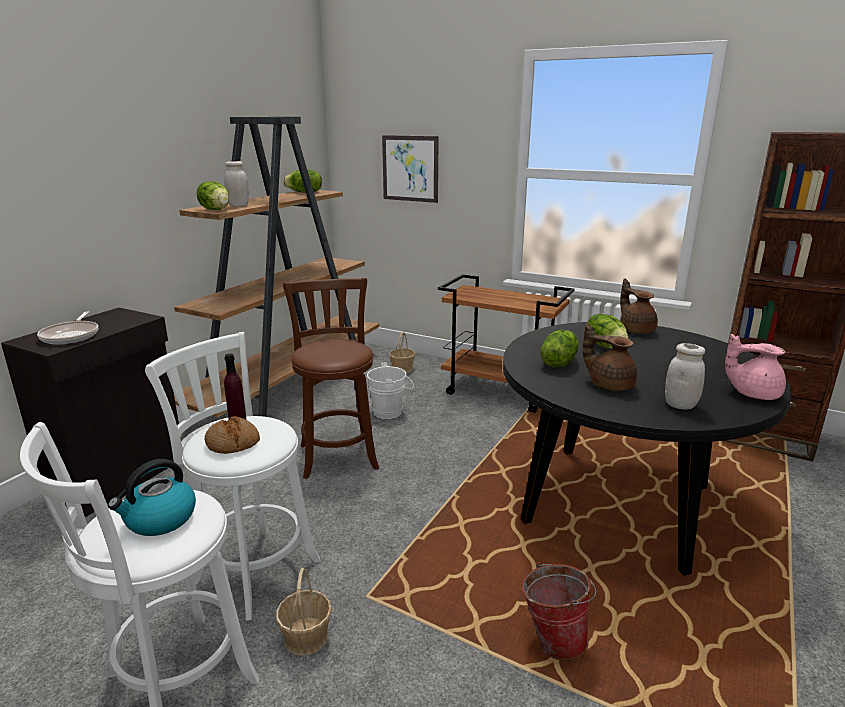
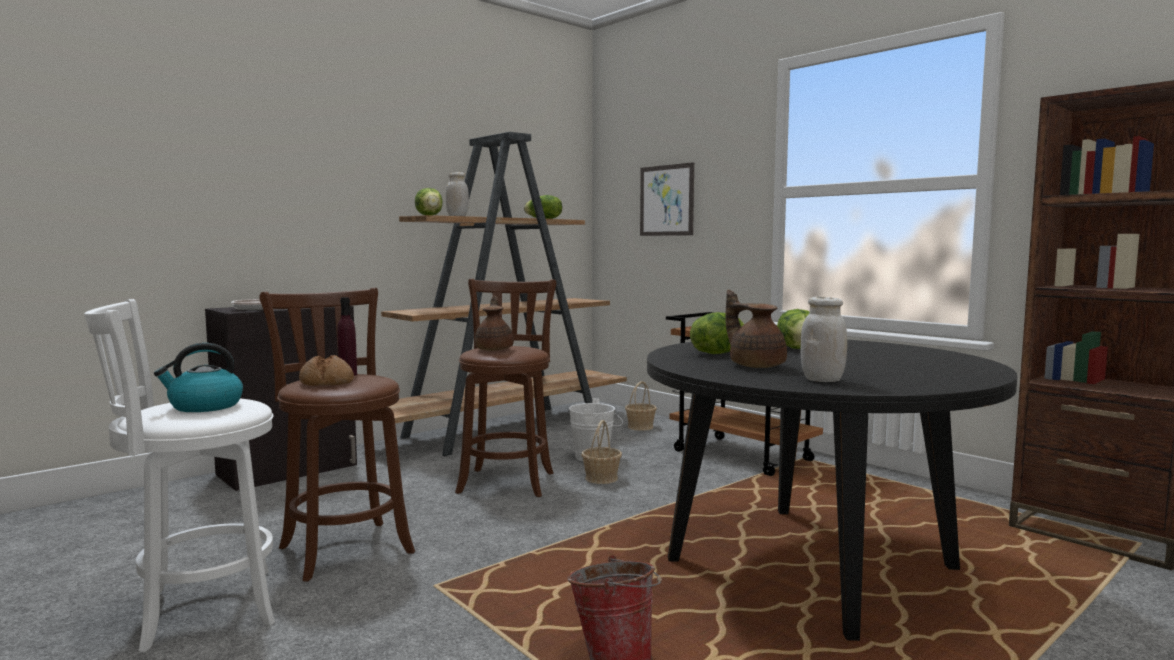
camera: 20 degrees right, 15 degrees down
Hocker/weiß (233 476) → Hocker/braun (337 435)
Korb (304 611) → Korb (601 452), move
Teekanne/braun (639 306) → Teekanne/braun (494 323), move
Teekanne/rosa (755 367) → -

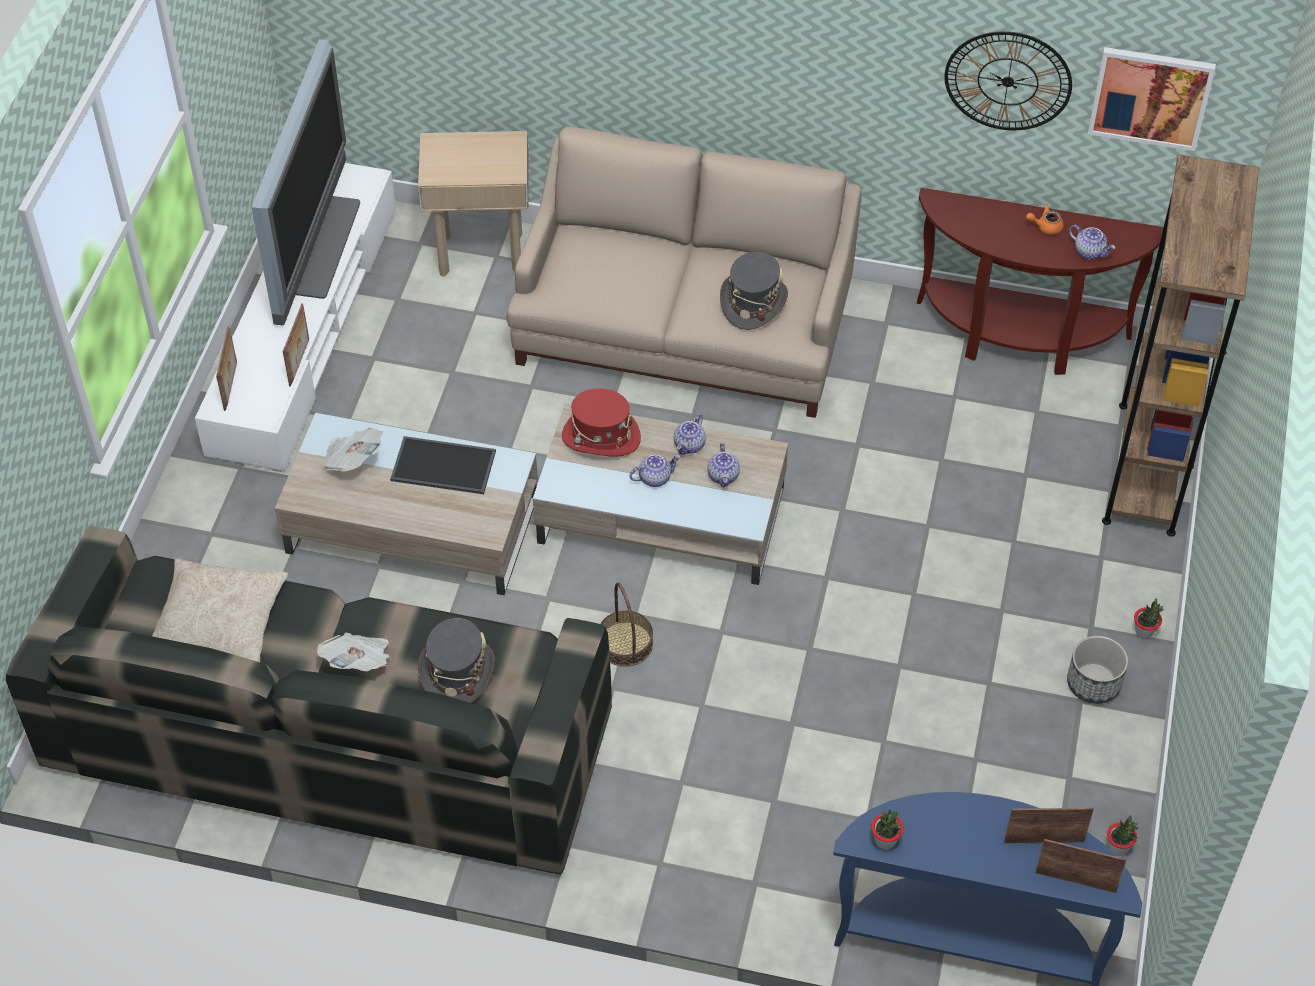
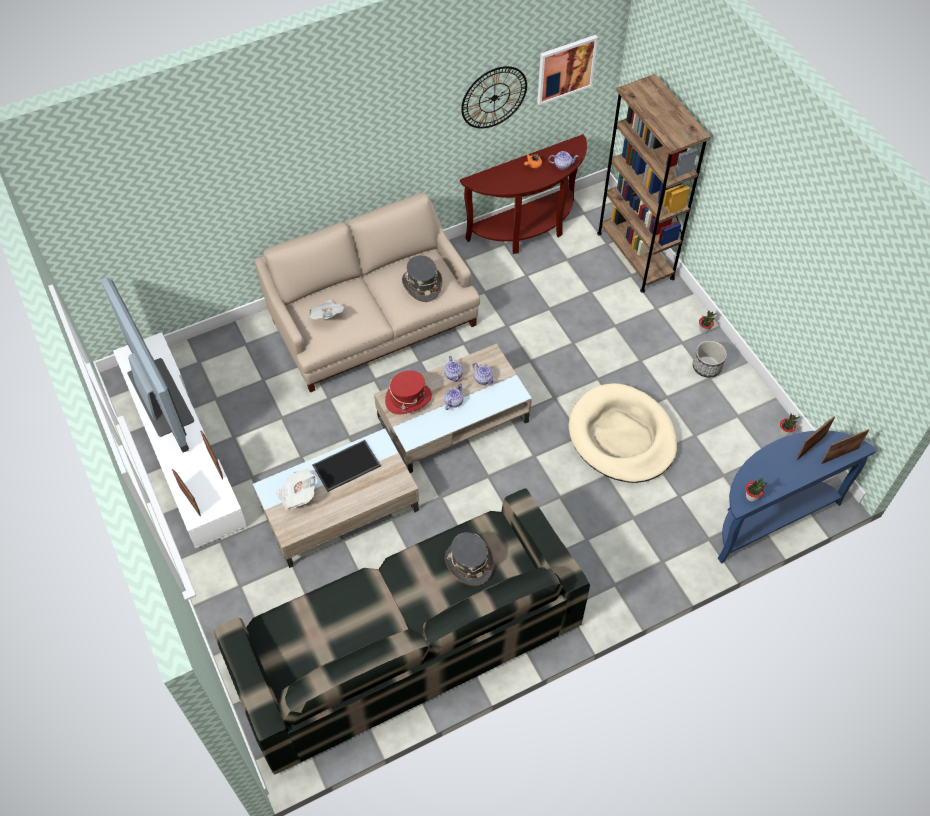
camera: 40 degrees left, 5 degrees up
Kissen/beige (220 610) → -
Zeitung (353 652) → Zeitung (326 309), move
Beistelltisch/beige (473 203) → -
Korb (626 625) → -
- → Hundebett/beige (623 433)

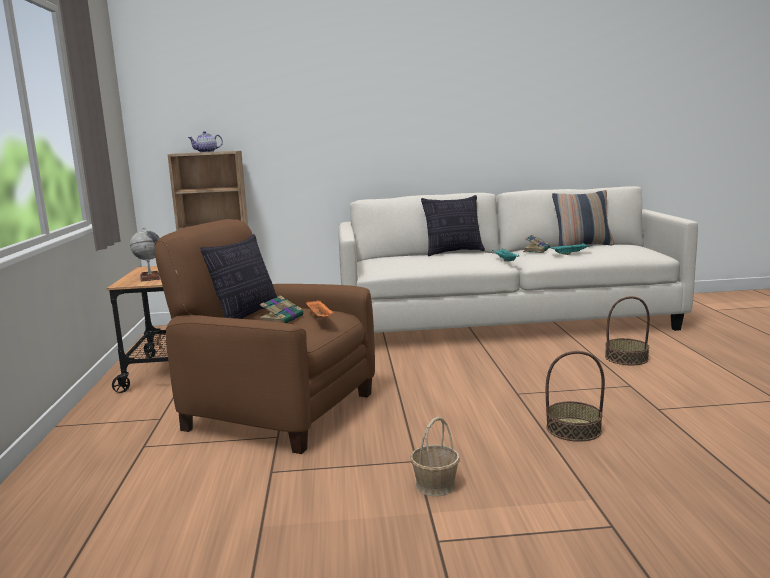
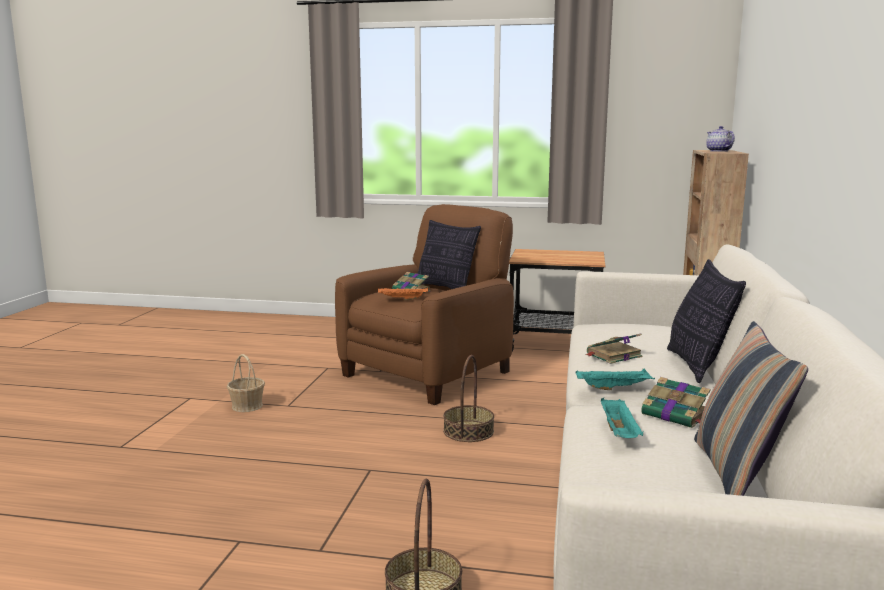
camera: 105 degrees right, 0 degrees up
Globus (145 254) → -
Korb (575 396) → Korb (468 398), move
- → Buch (613 349)

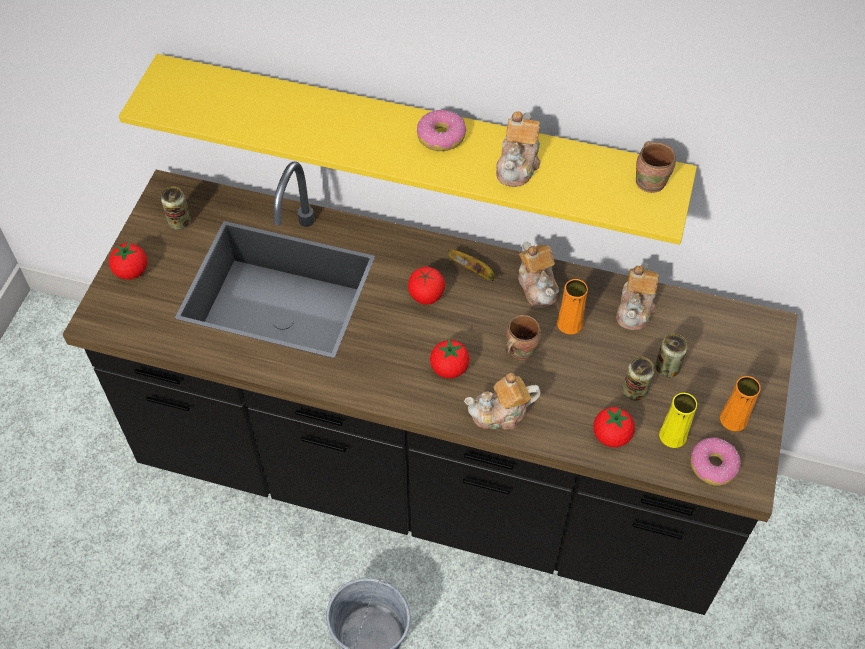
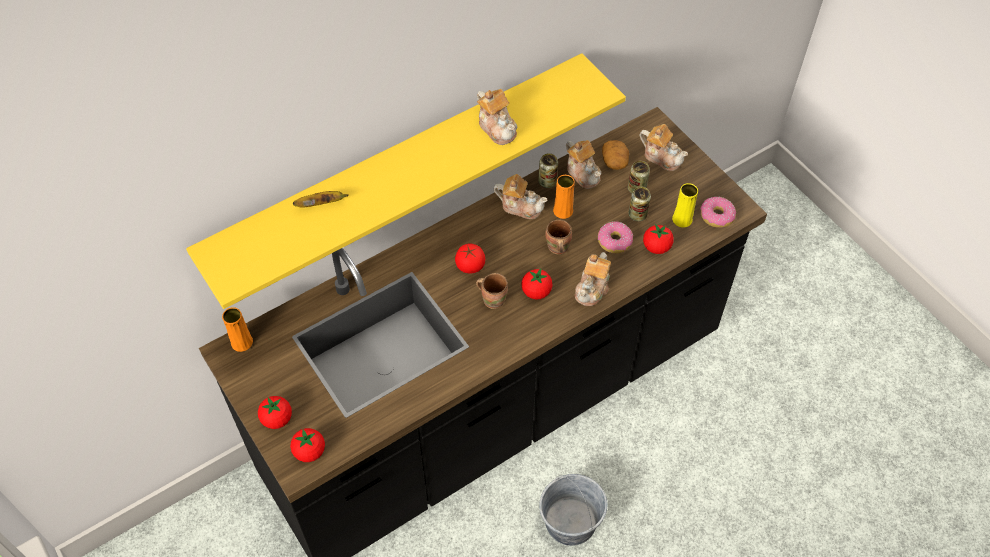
camera: 50 degrees left, 0 degrees up
Dose (176 208) → Dose (548 170), move
Donut (441 130) → Donut (615 237), move
Banane (471 265) → Banane (321 199), move
Henkelbecher/braun (656 167) → Henkelbecher/braun (492 291), move
Vase/orange (740 403) → Vase/orange (237 329), move
- → Tomate (307 445)
- → Kartoffel (615 155)
- → Teekanne (664 147)

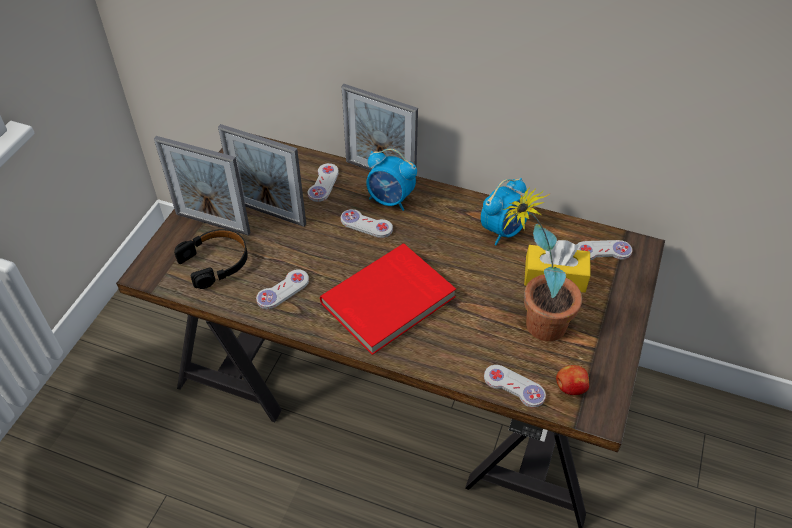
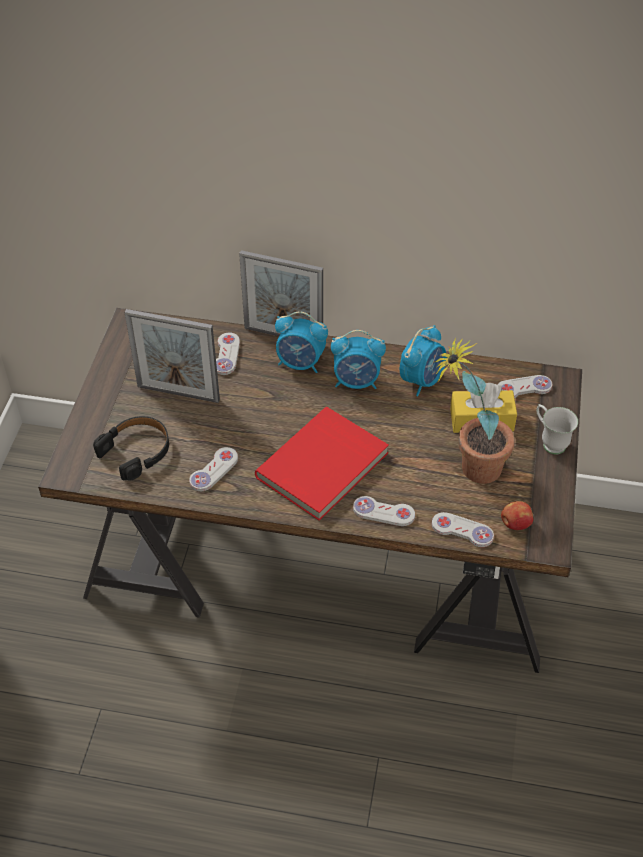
camera: 10 degrees left, 0 degrees up
Bilderrahmen (202 186) → -
Gamepad/weiß (367 223) → Gamepad/weiß (384 511), move
- → Wecker (358 359)
- → Henkelbecher/weiß (557 429)

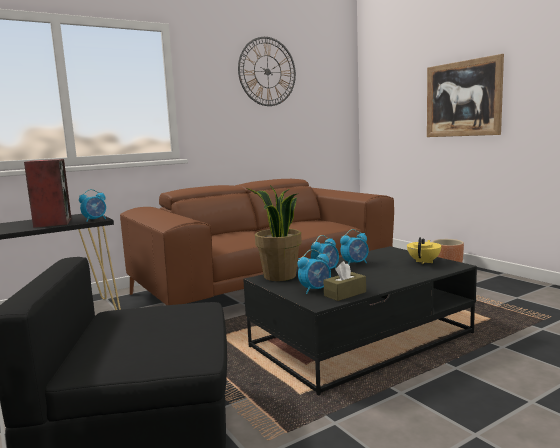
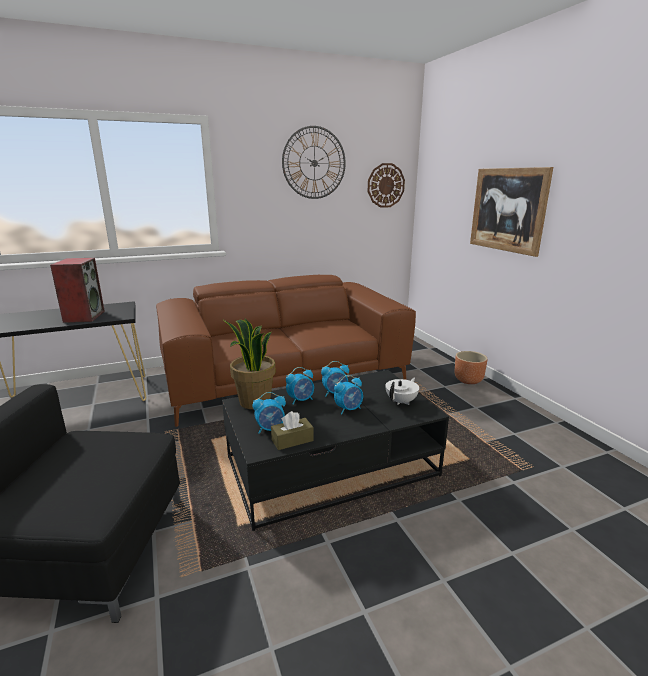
camera: 10 degrees right, 10 degrees up
Wecker (92 205) → Wecker (348 395), move
Teekanne/gelb (424 250) → Teekanne/weiß (402 391)
- → Wanduhr (386 185)

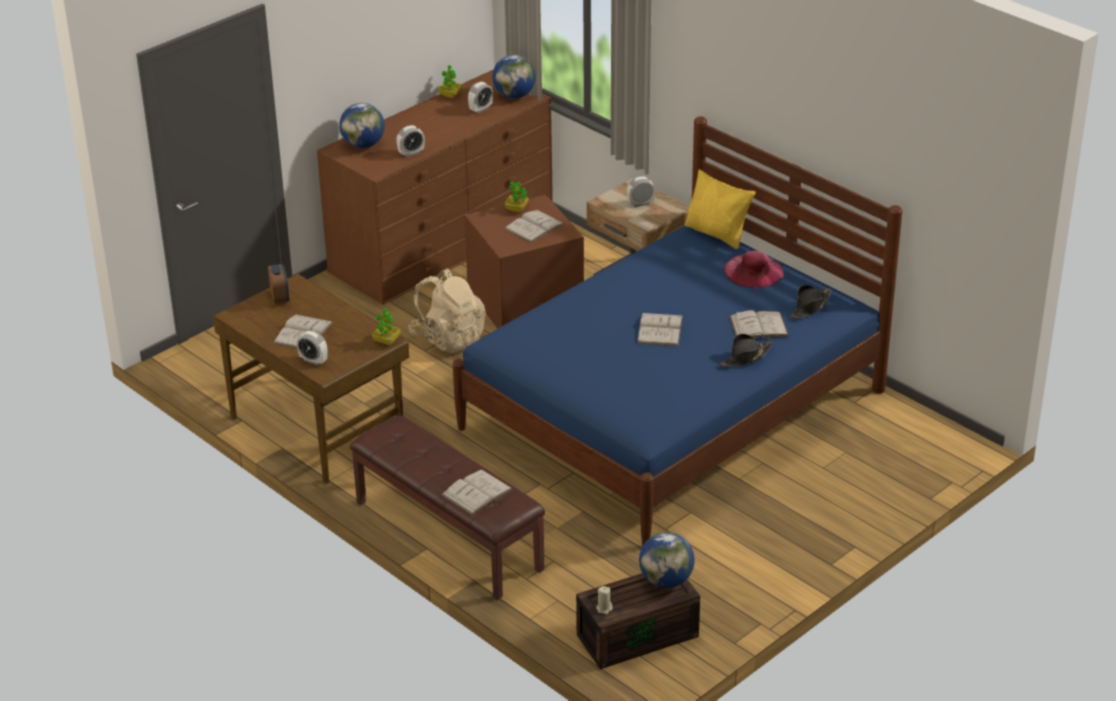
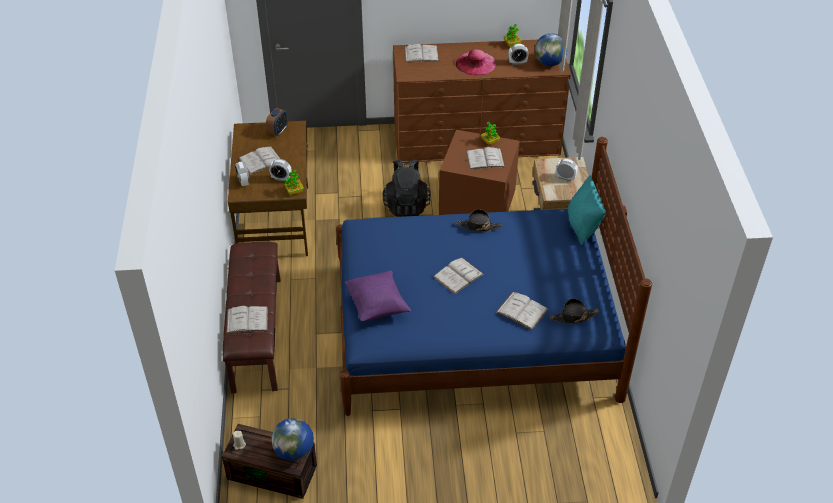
camera: 40 degrees right, 10 degrees up
Globus (362 125) → Buch/weiß (421 53)
Wecker (410 141) → Wecker (280 170), move
Rucksack/beige (447 310) → Rucksack/schwarz (407 188)
Kissen/gelb (720 209) → Kissen/türkis (587 210)
Hut/schwarz (746 350) → Hut/schwarz (479 220), move
Hut/rosa (754 269) → Hut/rosa (476 62), move
- → Kissen/lila (378 295)

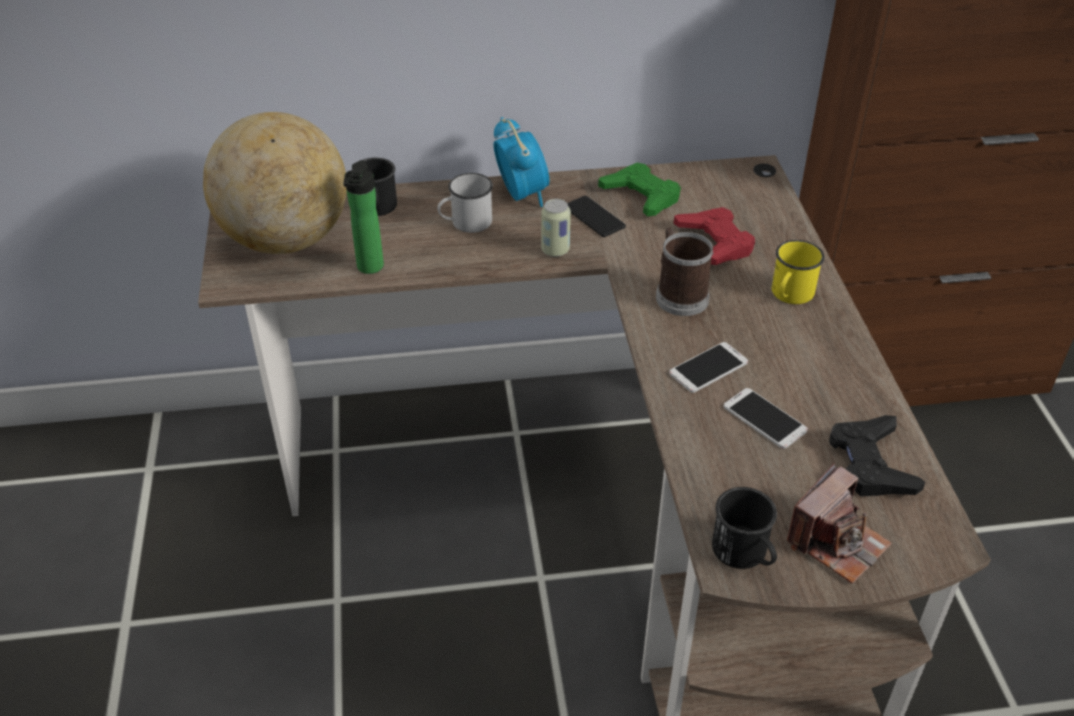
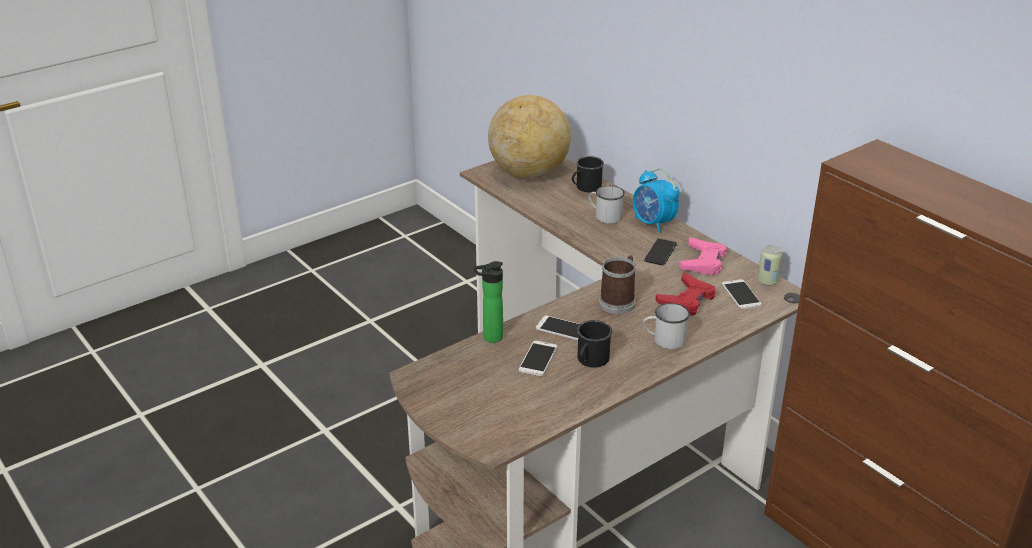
camera: 60 degrees right, 10 degrees down
Flasche (364 217) → Flasche (488 302), move
Wecker (521 162) → Wecker (656 201), 105 degrees clockwise
Dose (556 228) → Dose (770 265), move
Gamepad/grün (639 189) → Gamepad/rosa (703 256)
Henkelbecher/schwarz (744 528) → Henkelbecher/schwarz (594 343), move
Henkelbecher/gelb (798 272) → Henkelbecher/weiß (666 326)
Kamera (839 523) → -
Gamepad/schwarz (877 455) → -
- → Handy (742 294)

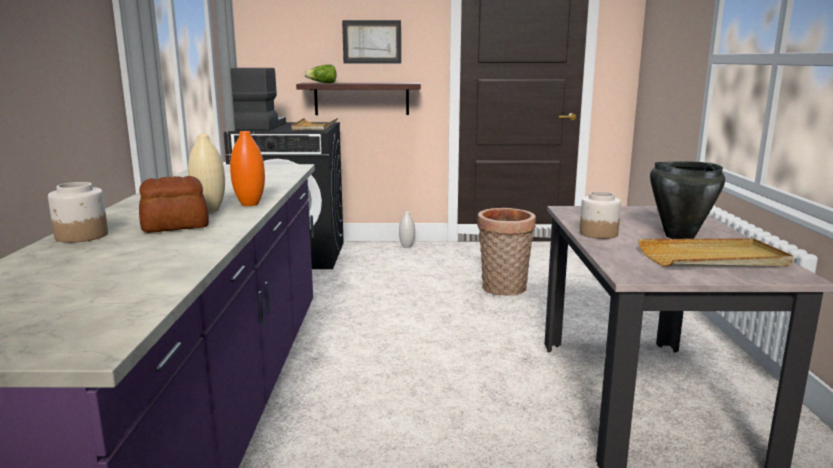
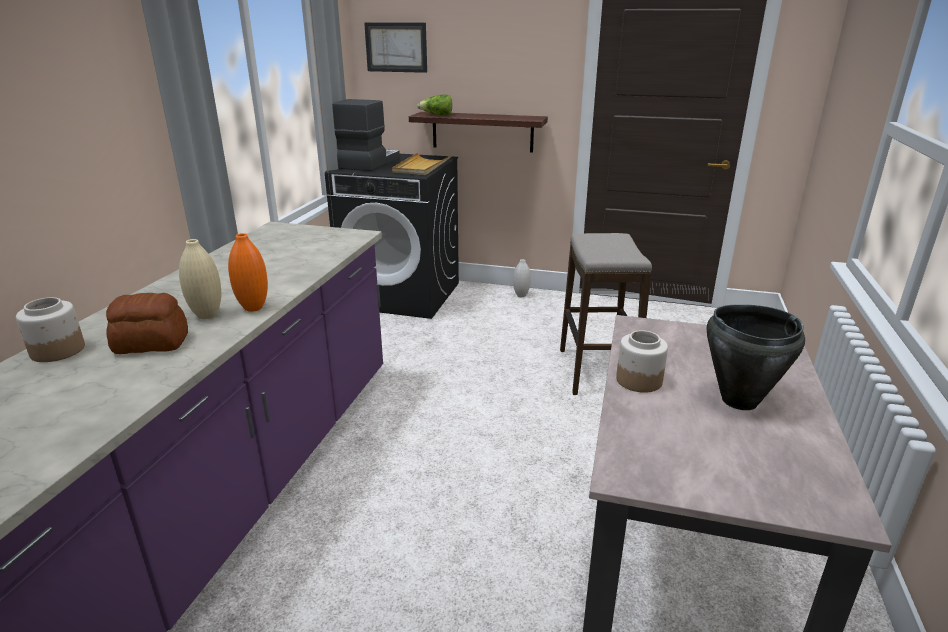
camera: 15 degrees right, 10 degrees up
Bild (371 41) → Bild (395 47), move
Korb (506 252) → Hocker (606 314)
Tablett/beige (715 252) → -

